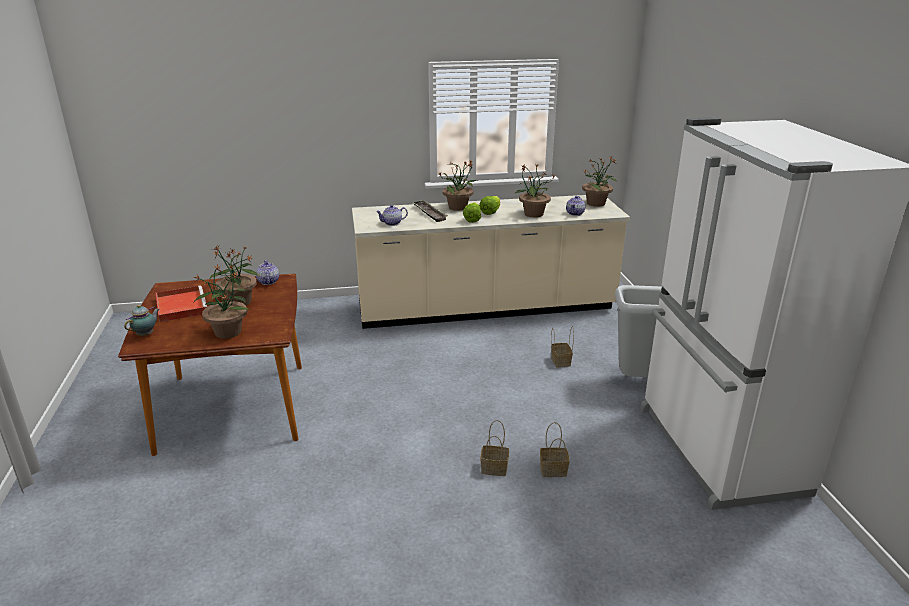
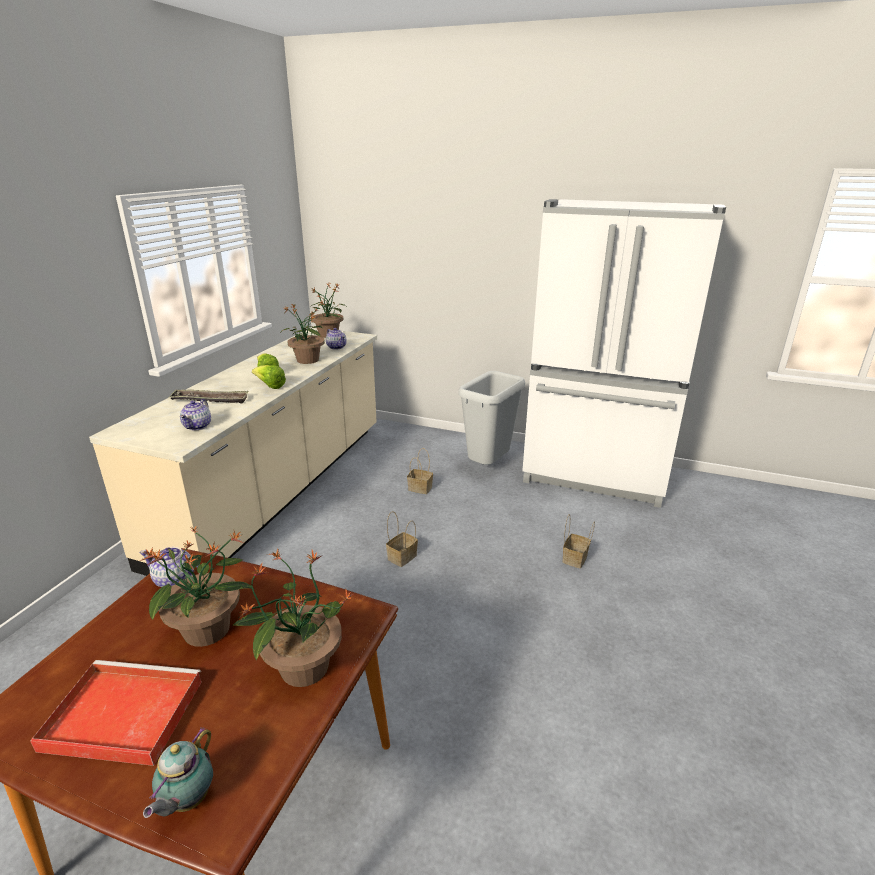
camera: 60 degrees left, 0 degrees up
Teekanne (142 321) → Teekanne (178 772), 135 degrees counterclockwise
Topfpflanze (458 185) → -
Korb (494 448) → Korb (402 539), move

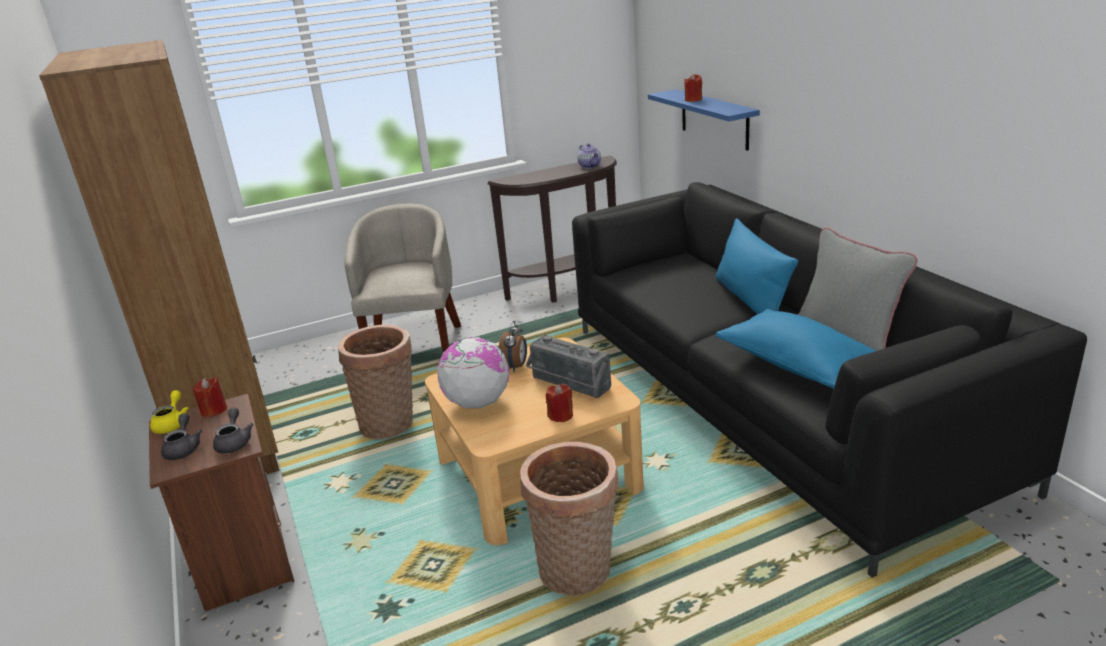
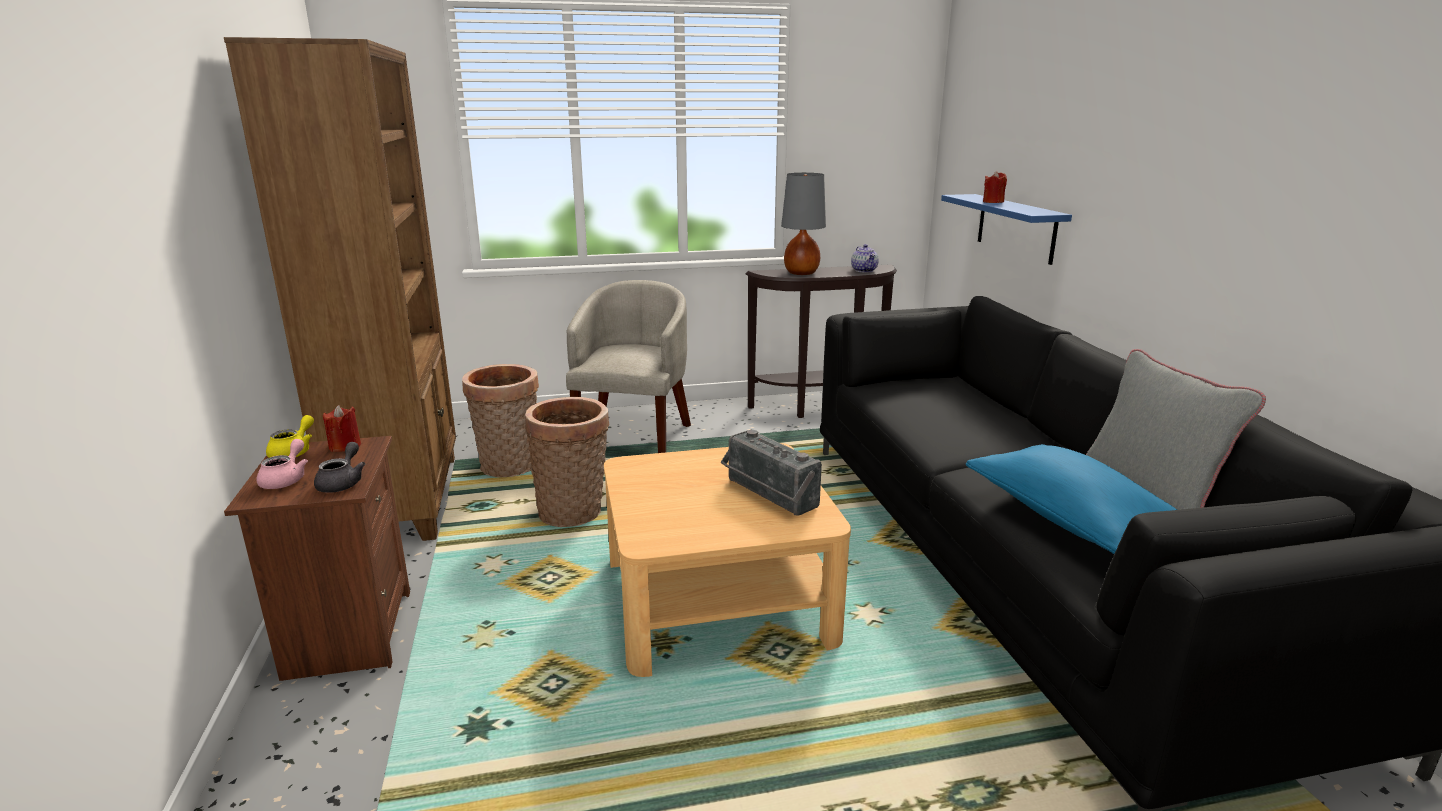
camera: 10 degrees right, 5 degrees down
Teekanne/grau (181 436) → Teekanne/rosa (282 464)
Globus (473 372) → -
Wecker (513 346) → -
Korb (569 519) → Korb (500 420), move
Kerze/rot (559 403) → -
Kissen/blau (756 266) → -
- → Tischlampe/grau (803 224)

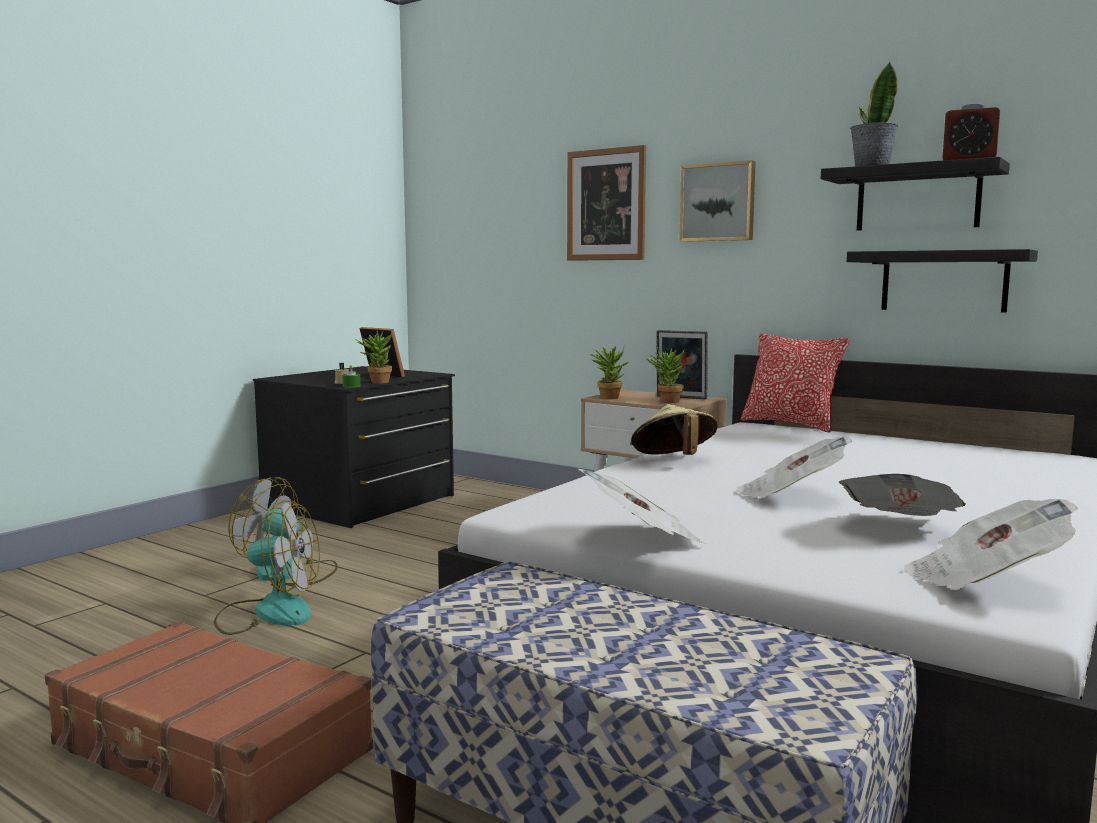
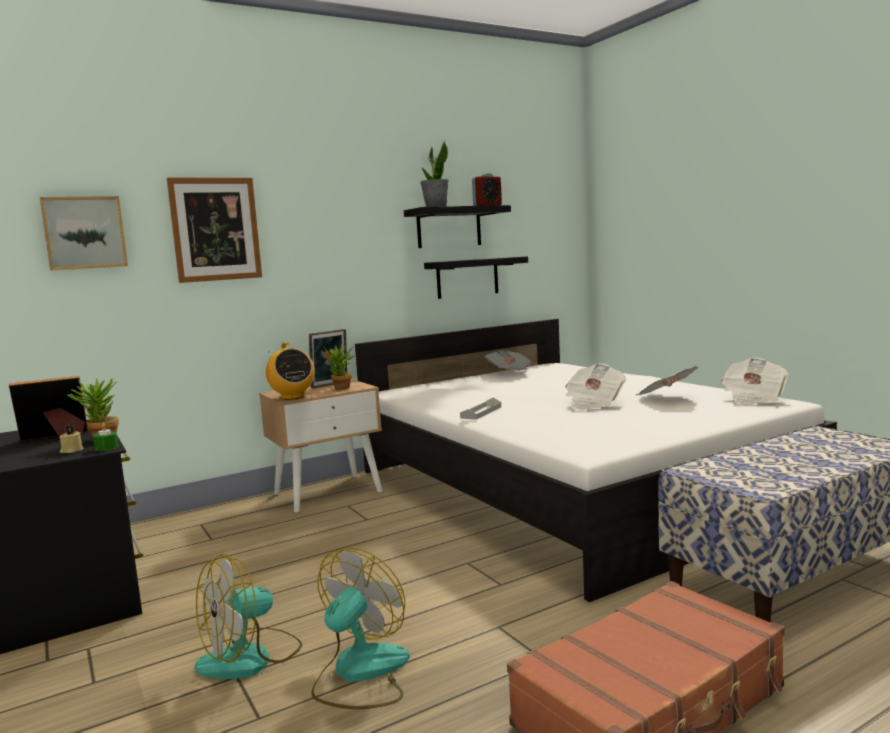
camera: 65 degrees left, 0 degrees up
Zeitung (643 506) → Zeitung (507 360), move
Topfpflanze (609 372) → Radio (290 371)
Hut/beige (674 429) → Tablett/grau (480 409)
Bild (717 201) → Bild (84 233), move
Kissen (795 383) → -

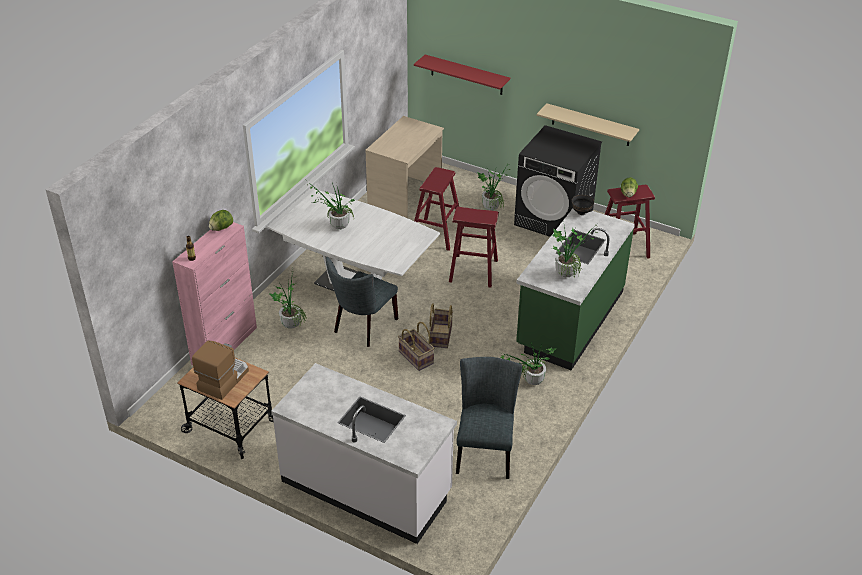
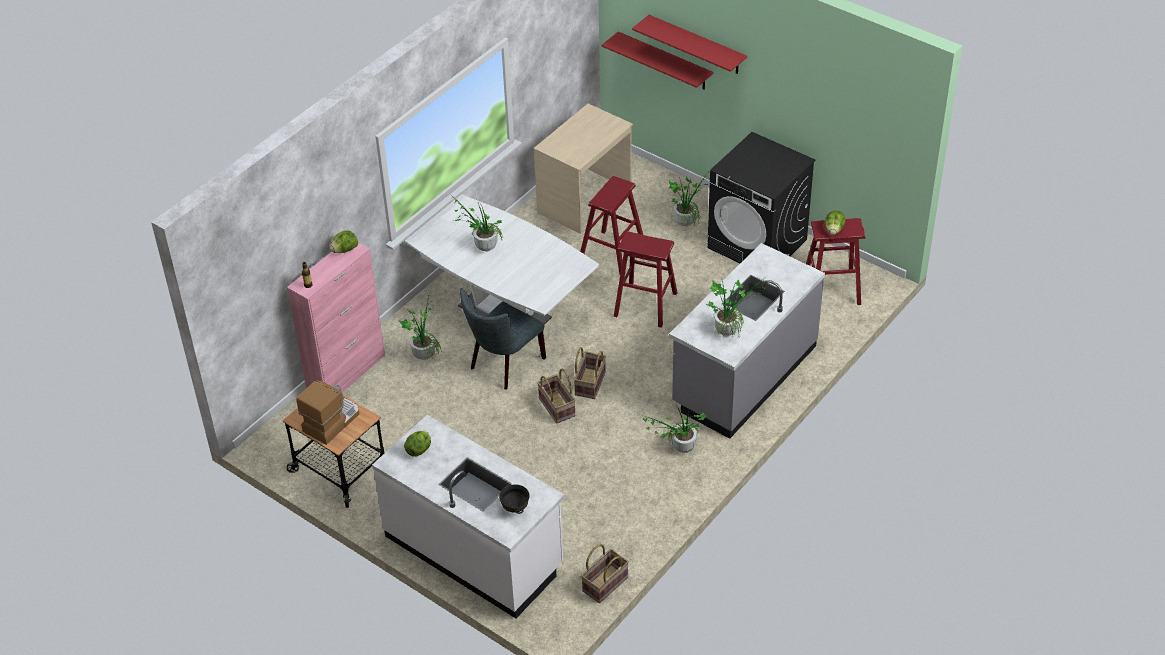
camera: 10 degrees right, 5 degrees up
Stuhl/grau (489 418) → -
Küchenzeile/grün (575 289) → Küchenzeile/grau (747 341)
Wandregal/beige (588 124) → -
Schüssel/schwarz (583 205) → Schüssel/schwarz (514 499), move
- → Salatkopf (417 444)
- → Korb (605 573)
- → Wandregal/rot (689 44)

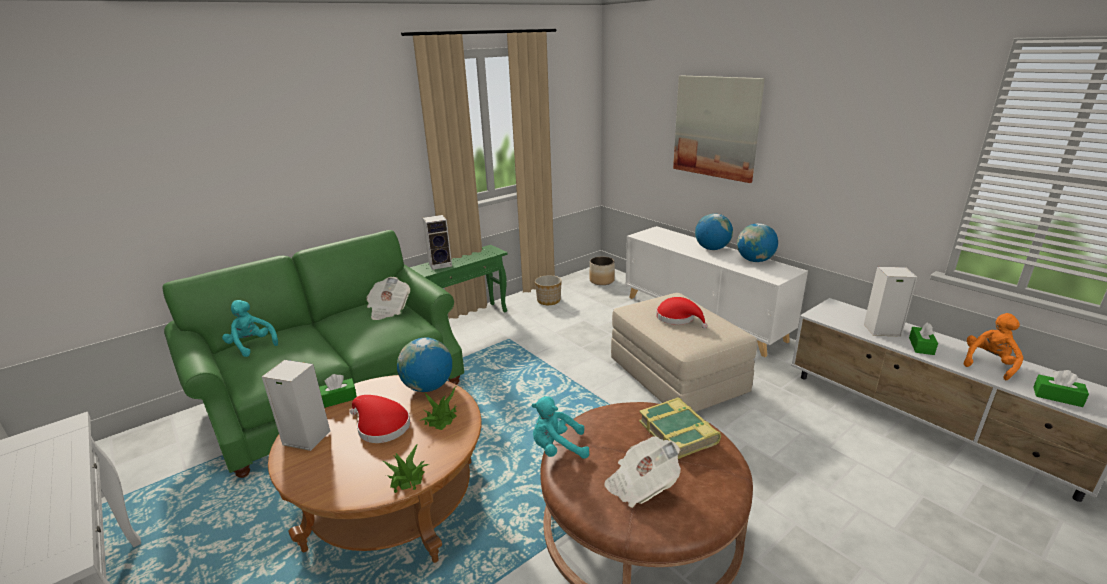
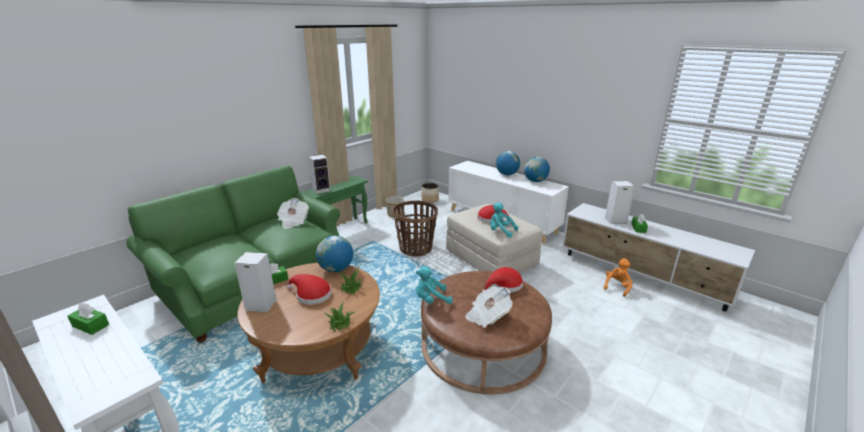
camera: 10 degrees left, 0 degrees up
Plüschtier/türkis (250 328) → Plüschtier/türkis (504 220), move
Buch (680 428) → Hut/rot (502 279)
Bild (719 129) → -
Plüschtier/orange (993 346) → Plüschtier/orange (618 277), move
Taschentuchbox/grün (1061 388) → Taschentuchbox/grün (88 319), move
- → Korb (415 229)

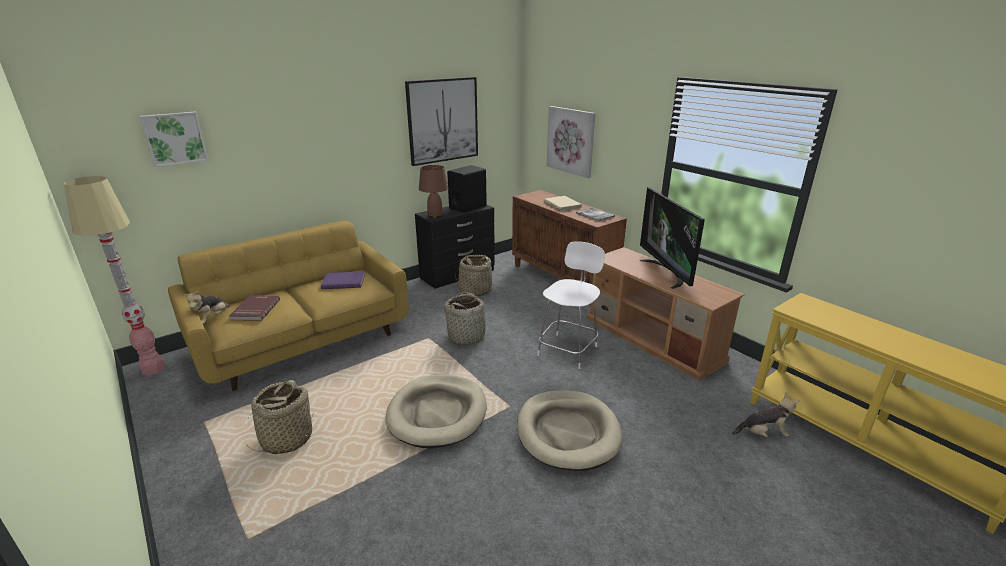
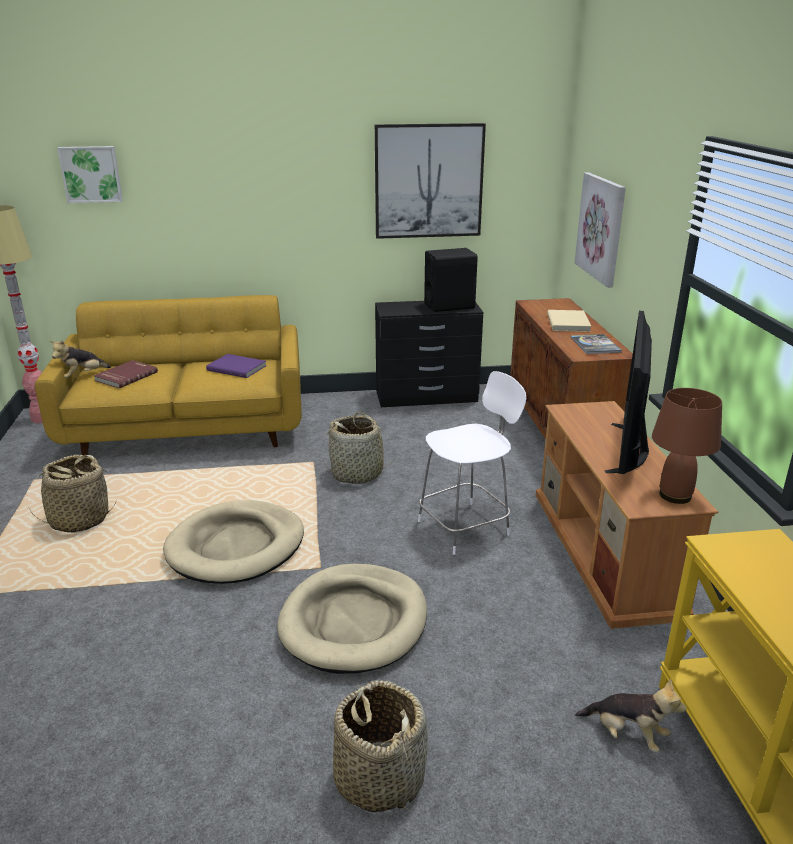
camera: 30 degrees right, 0 degrees up
Tischlampe/braun (433 192) → Tischlampe/braun (687 446), move
Korb (474 276) → Korb (380 746), move

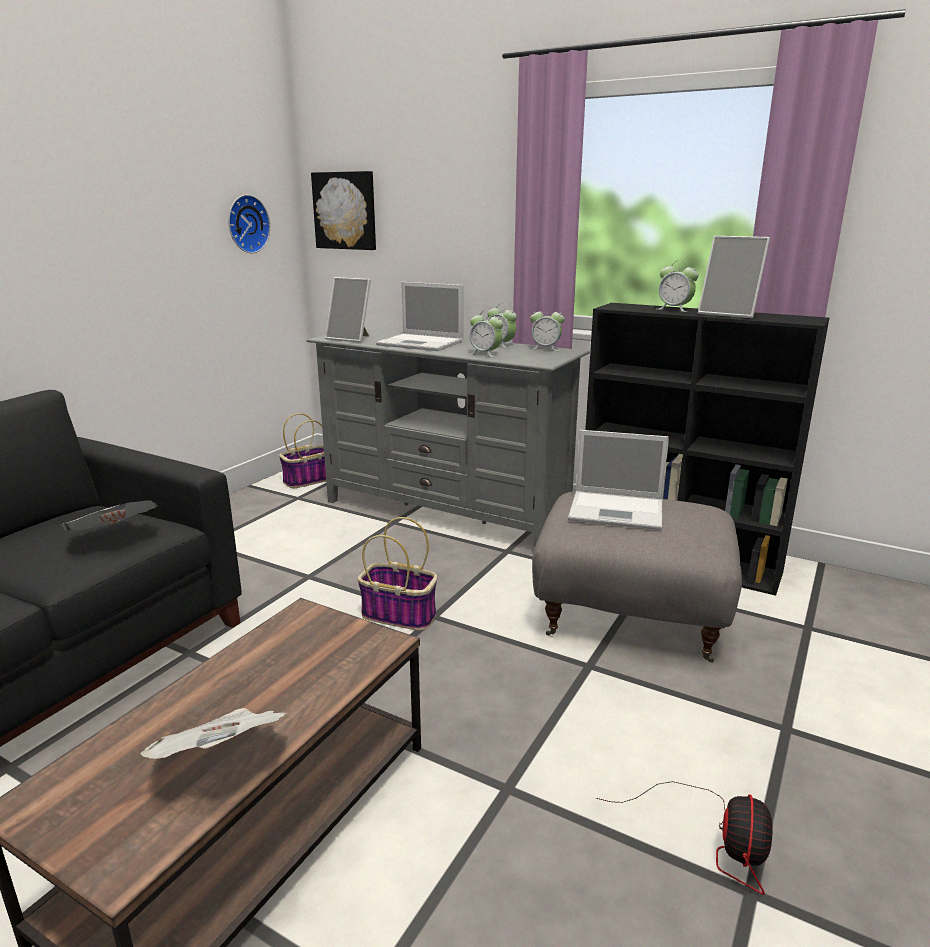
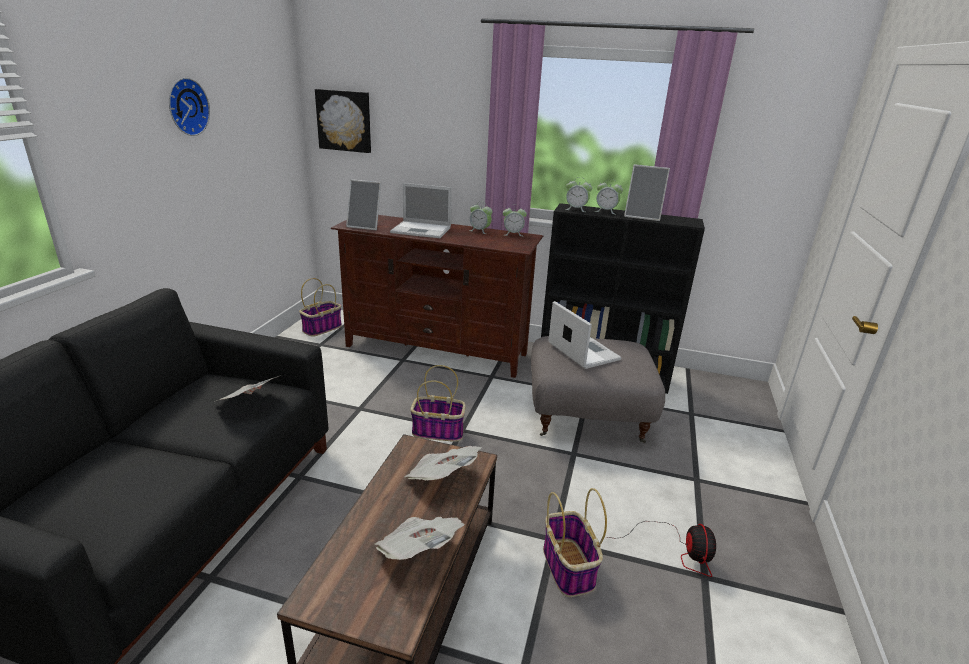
camera: 15 degrees left, 5 degrees up
Wanduhr (249 224) → Wanduhr (189 107), move
Fernsehschrank/grau (448 438) → Fernsehschrank/braun (436 296)
Wecker (486 333) → Wecker (578 194), move
Laptop (618 480) → Laptop (585 335), 120 degrees counterclockwise
- → Zeitung (443 463)
- → Korb (575 542)

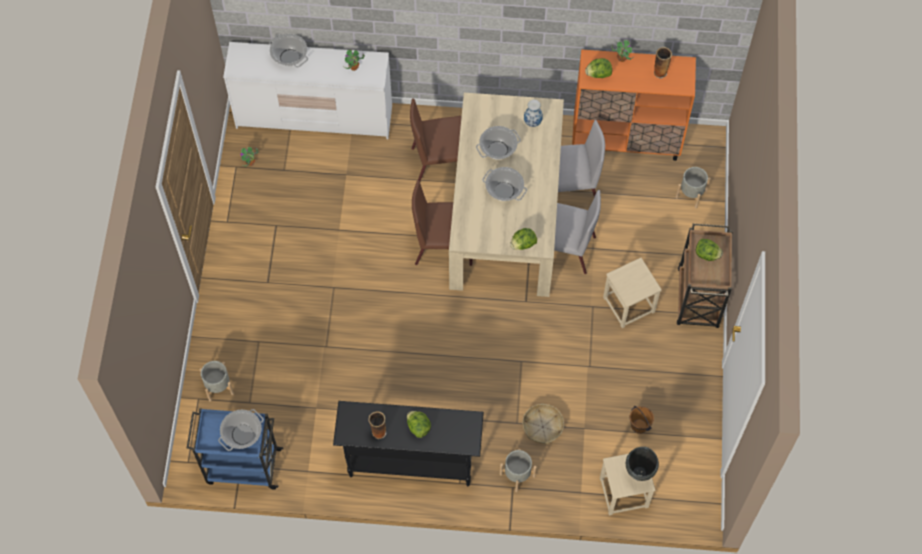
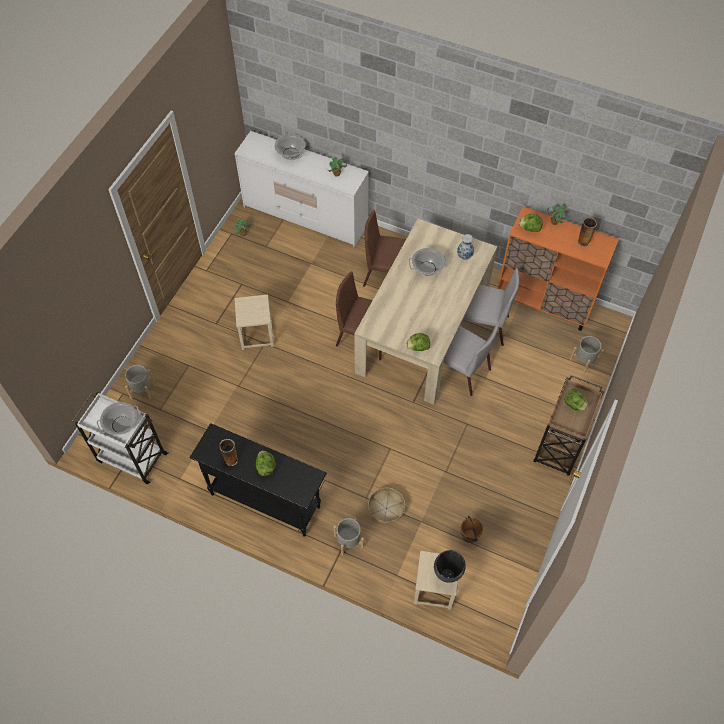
camera: 20 degrees right, 5 degrees down
Rollwagen/blau (235 448) → Rollwagen/weiß (120 438)
Kochtopf (504 184) → -
Hocker/beige (632 293) → Hocker/beige (254 322), move

